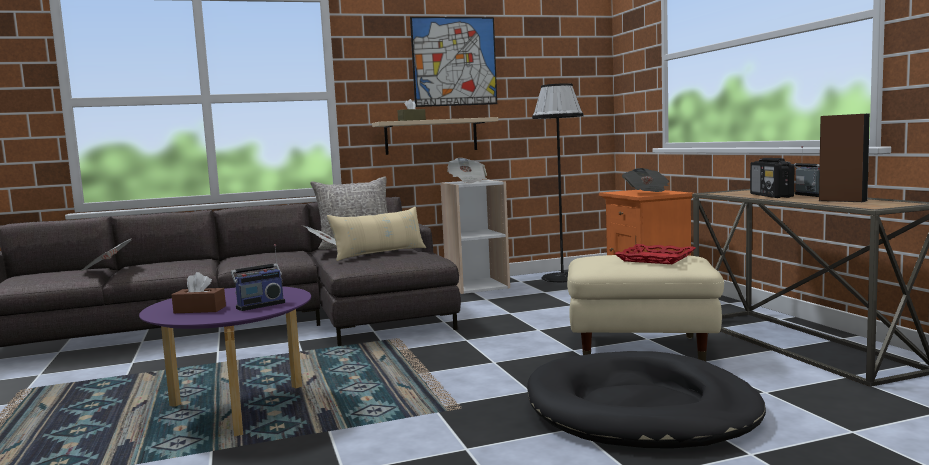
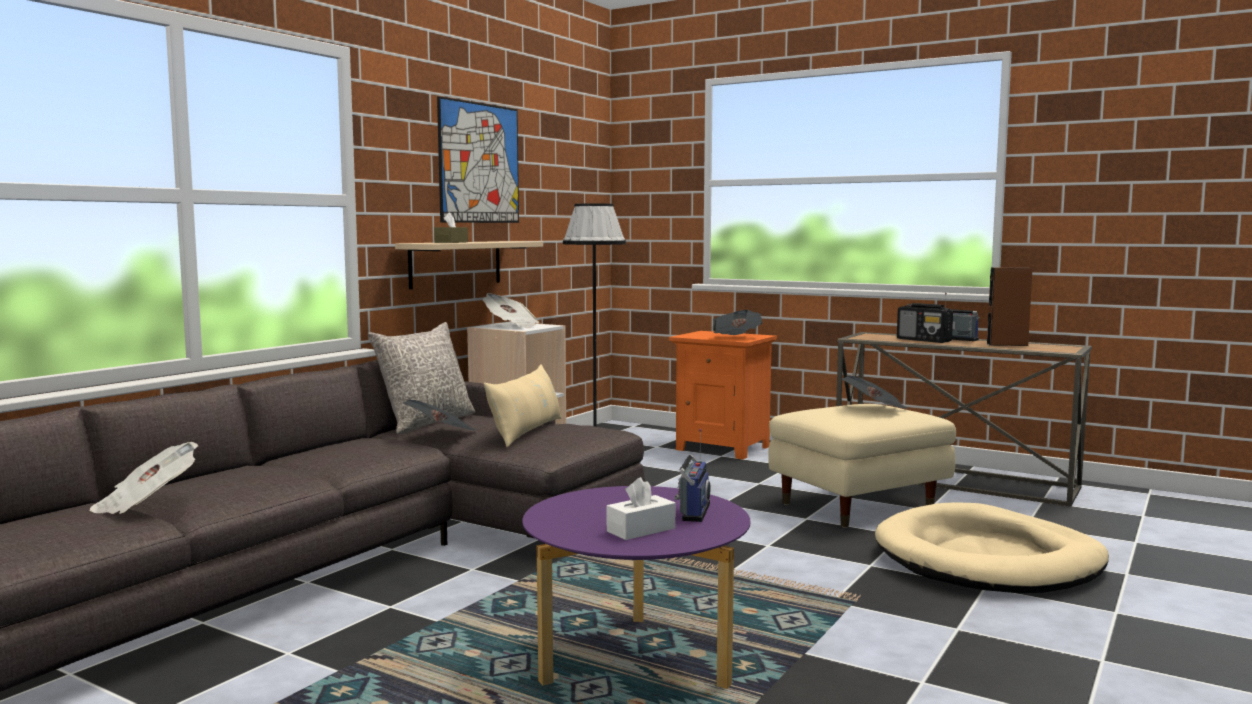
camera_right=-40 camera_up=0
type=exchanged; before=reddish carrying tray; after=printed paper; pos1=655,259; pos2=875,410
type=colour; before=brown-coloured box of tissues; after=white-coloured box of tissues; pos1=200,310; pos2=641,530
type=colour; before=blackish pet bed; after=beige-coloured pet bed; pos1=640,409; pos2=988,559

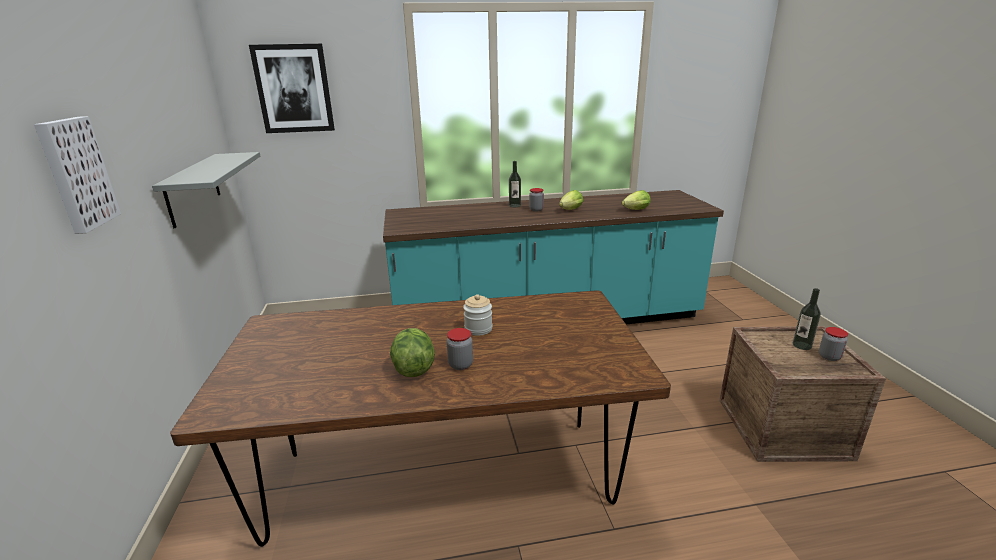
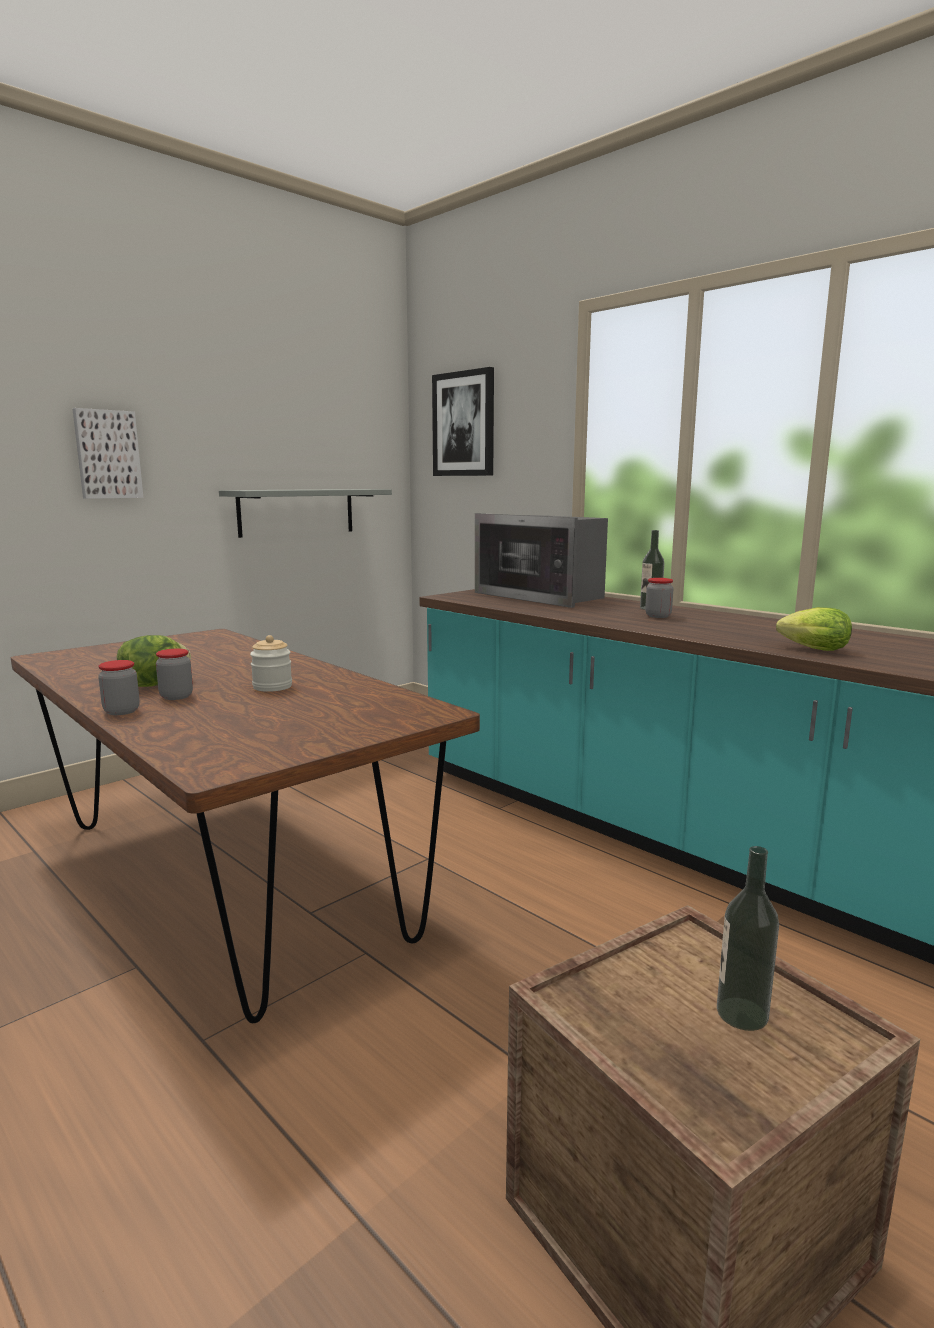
camera_right=55 camera_up=-10
type=missing; before=lettuce head; pos1=569,210
type=relocated; before=storage jar; pos1=829,357; pos2=121,711
type=appeared; after=microwave oven; pos2=543,596

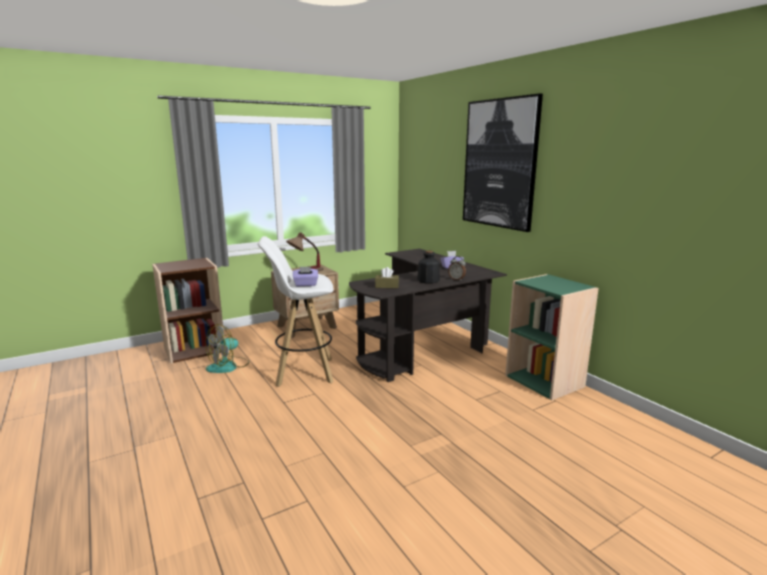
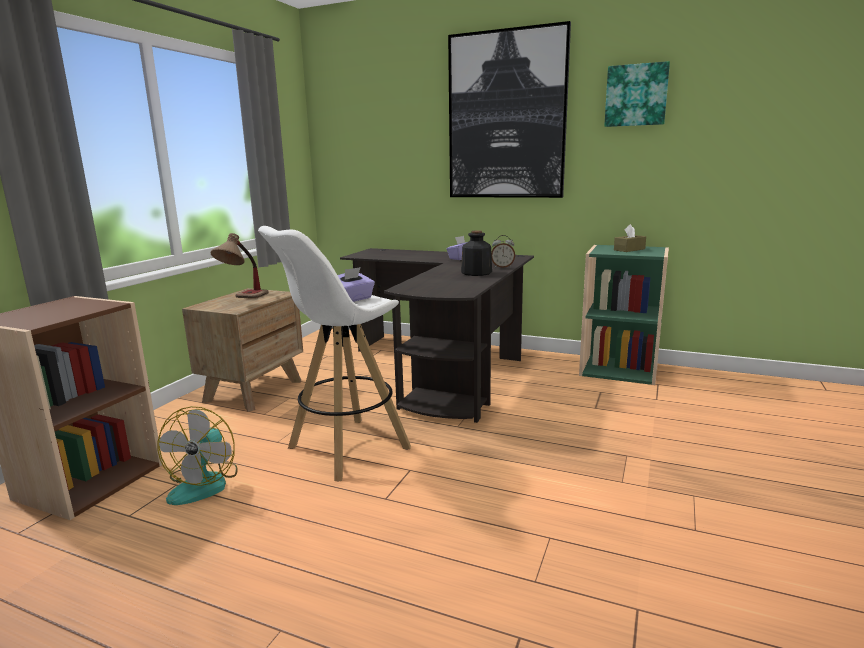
camera_right=-35 camera_up=0
type=relocated; before=brown-coloured box of tissues; pos1=387,286; pos2=629,249
type=appeared; after=wall art; pos2=636,95

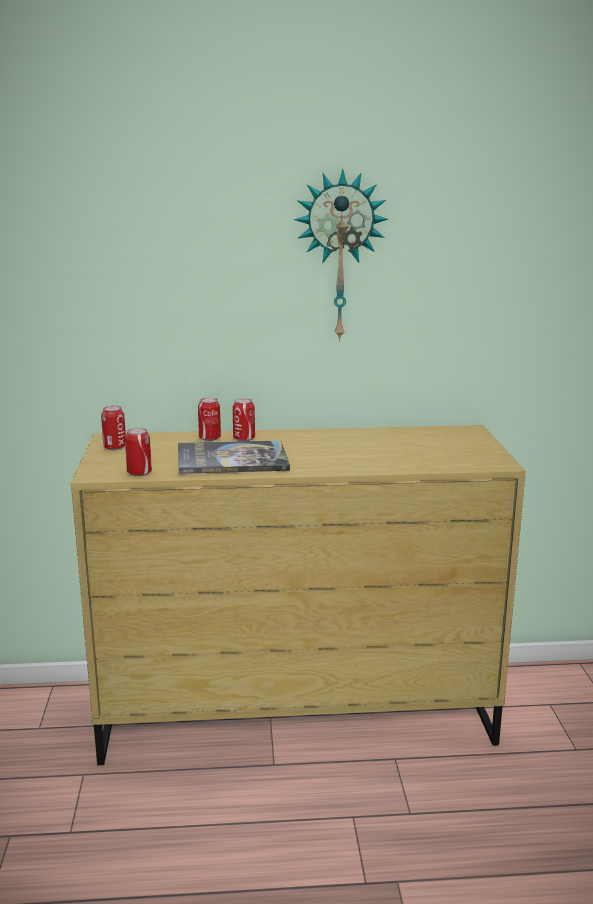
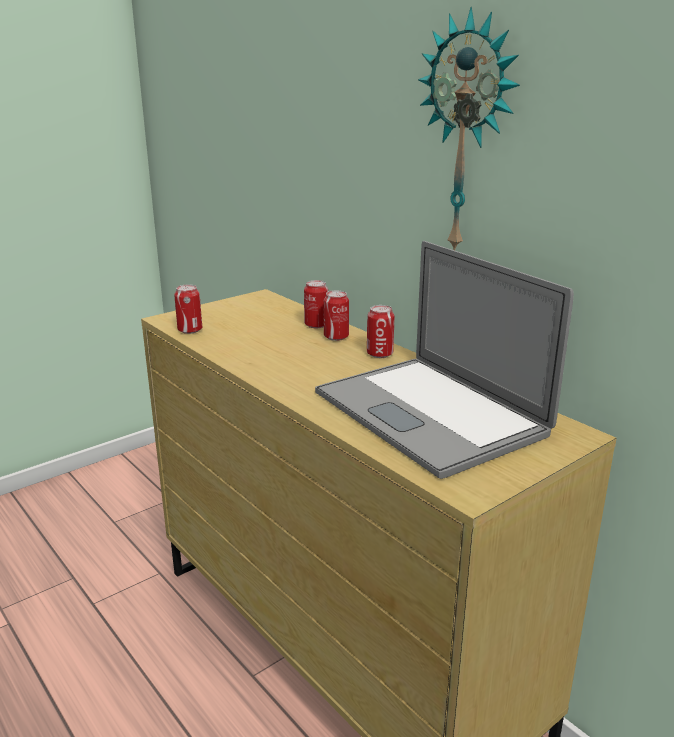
camera_right=55 camera_up=5
type=relocated; before=metal can; pos1=115,447; pos2=379,354
type=missing; before=book; pos1=232,459
type=appeared; after=laptop; pos2=428,413

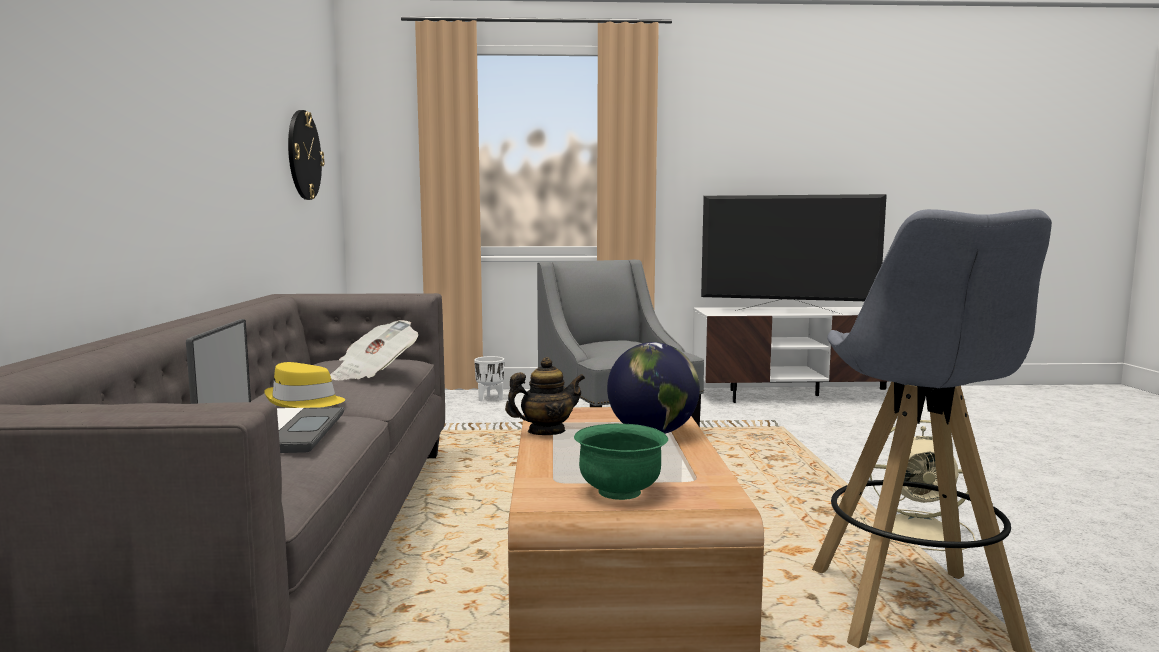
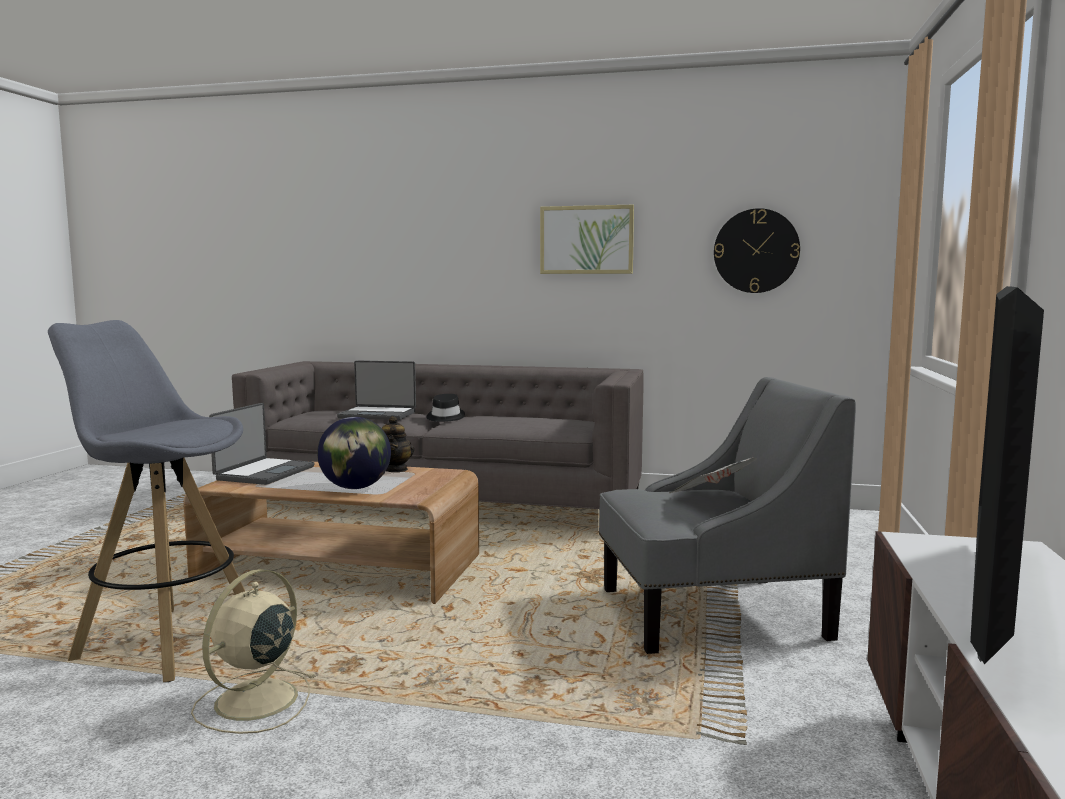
camera_right=105 camera_up=0
type=relocated; before=printed paper; pos1=373,373; pos2=711,498
type=missing; before=white-coloured plant pot; pos1=490,398
type=colour; before=yellowish hat; after=blackish hat; pos1=304,402; pos2=444,417
type=exchanged; before=green bowl; after=laptop; pos1=620,492; pos2=264,473
type=appeared; after=wall art; pos2=586,240

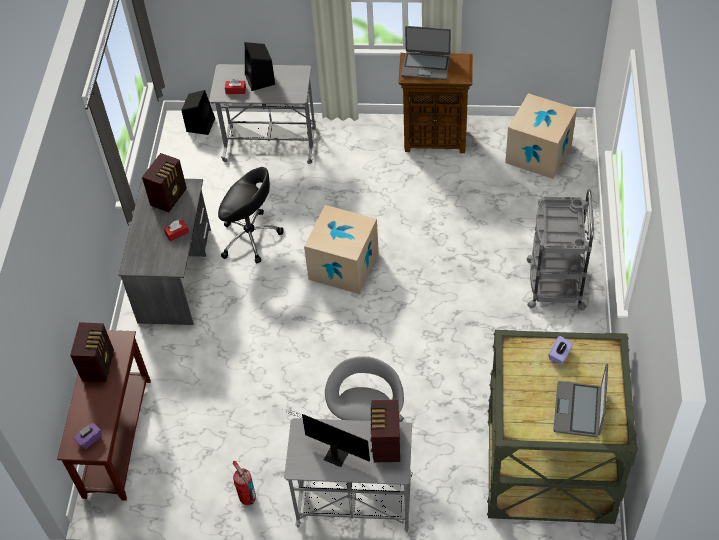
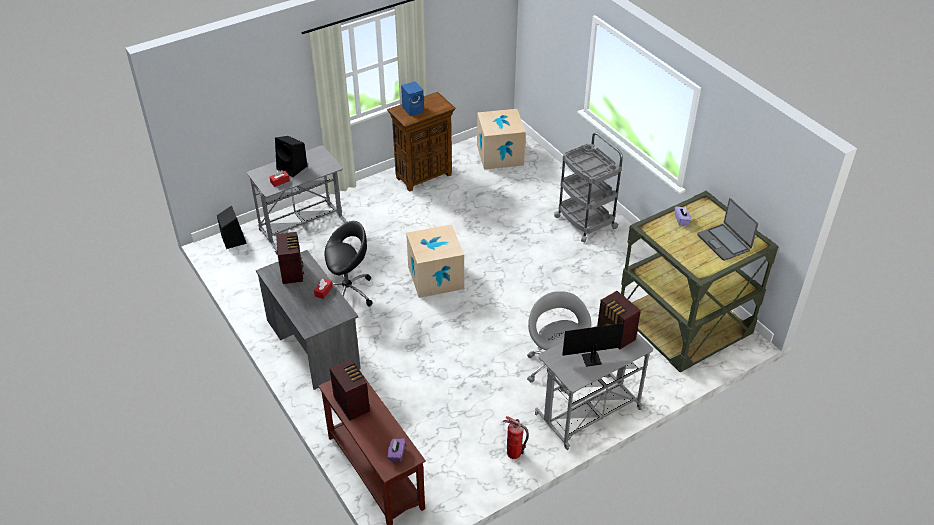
camera_right=-40 camera_up=-10
type=exchanged; before=laptop; after=blue loudspeaker; pos1=426,66; pos2=414,109

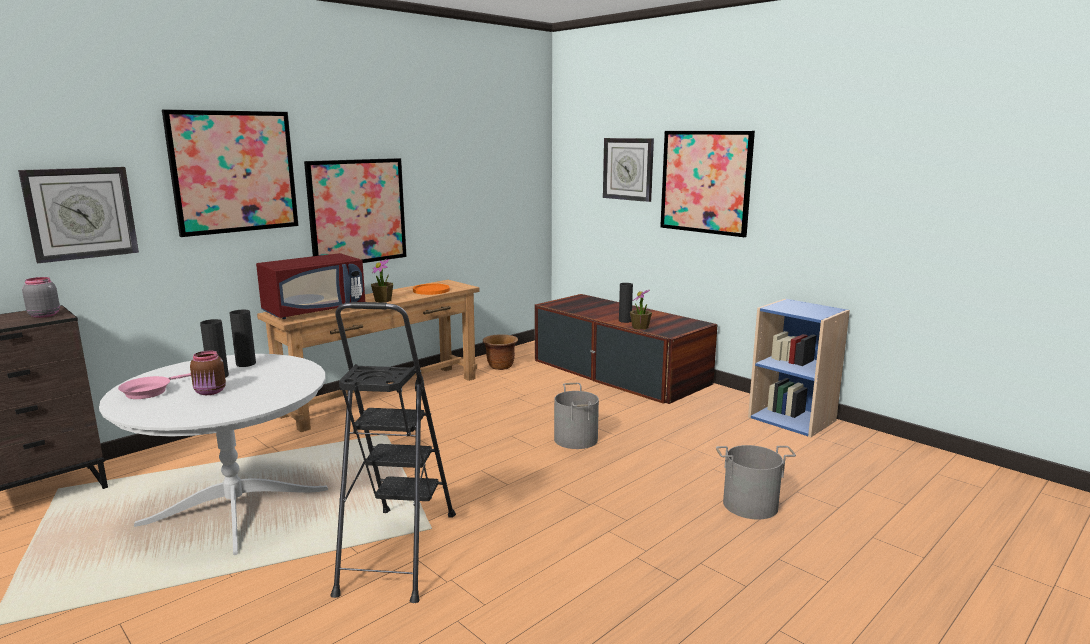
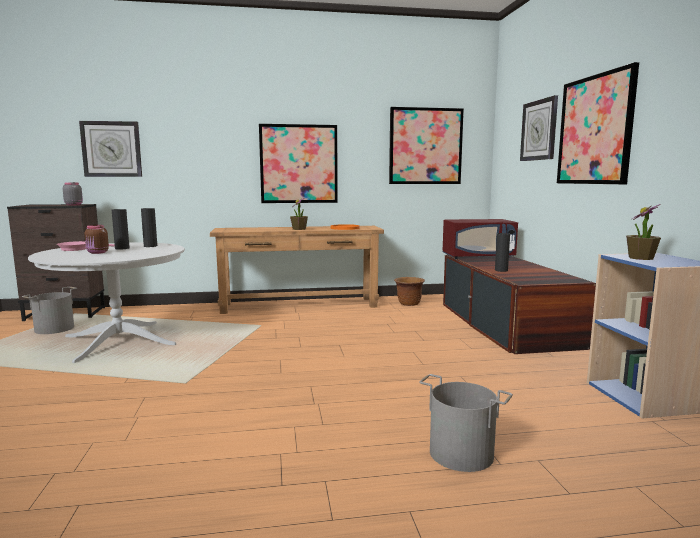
camera_right=35 camera_up=-5
type=relocated; before=wall art; pos1=234,172; pos2=425,146
type=relocated; before=reddish microwave oven; pos1=315,310; pos2=478,257
type=relocated; before=potted plant; pos1=640,327; pos2=641,258
type=missing; before=step stool; pos1=398,552
type=relocated; before=gray pail; pos1=576,439; pos2=55,329

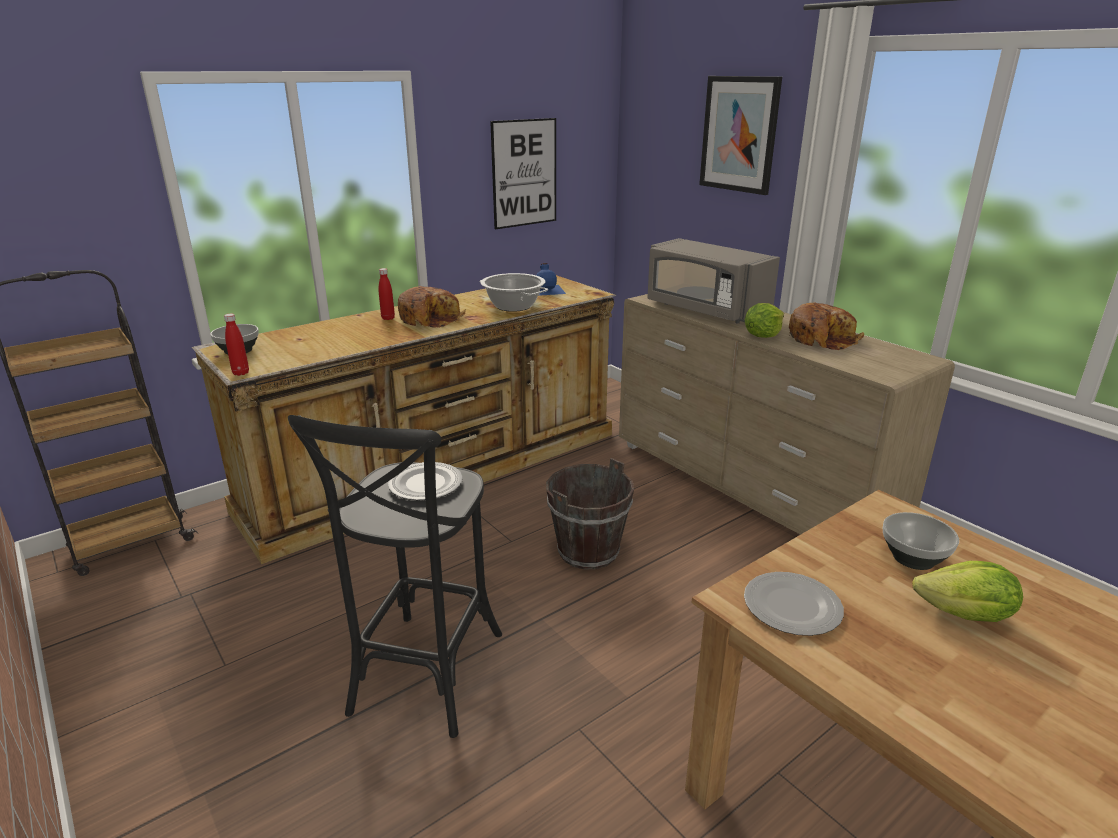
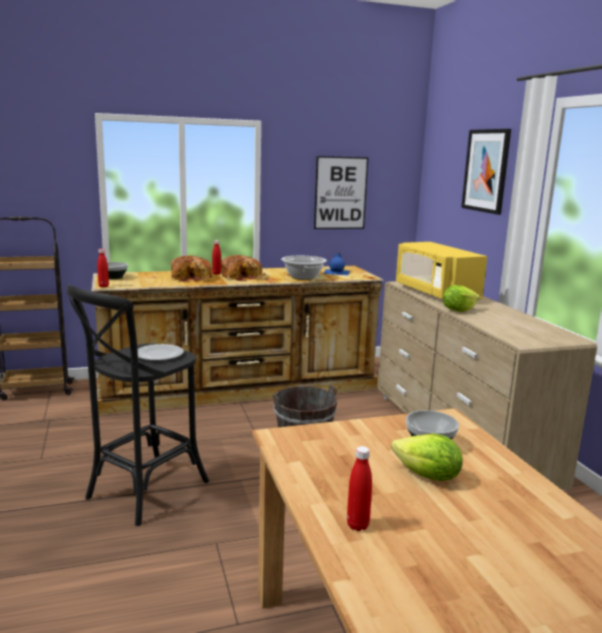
camera_right=20 camera_up=-10
type=colour; before=gray microwave oven; after=yellowish microwave oven; pos1=705,310; pos2=435,293
type=relocated; before=baked bread; pos1=822,339; pos2=192,278
type=missing; before=flat dish; pos1=793,606
type=appeared; after=reddish drink bottle; pos2=357,525

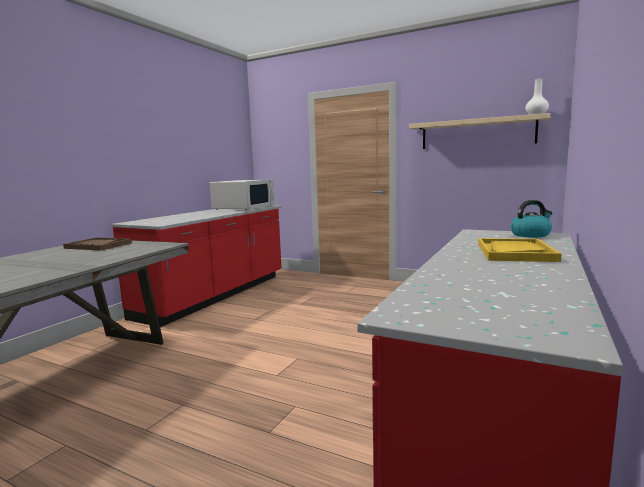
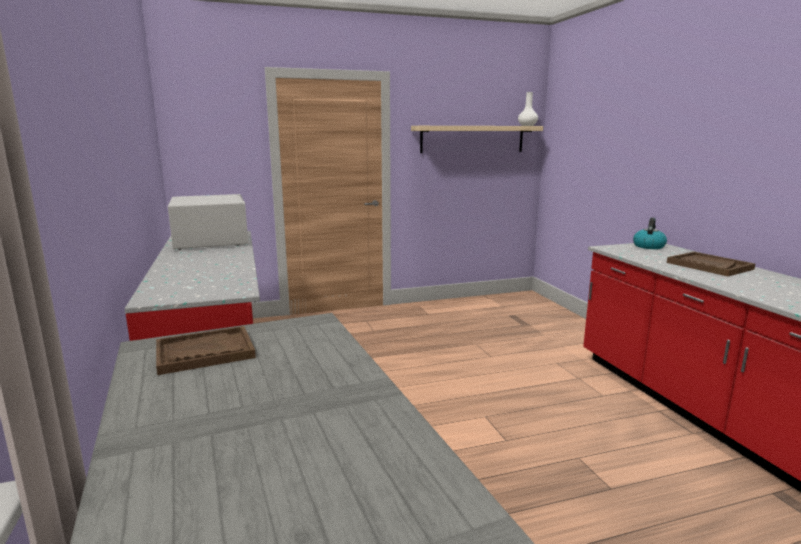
camera_right=-45 camera_up=5
type=colour; before=yellowish carrying tray; after=brown-coloured carrying tray; pos1=514,252; pos2=709,266

